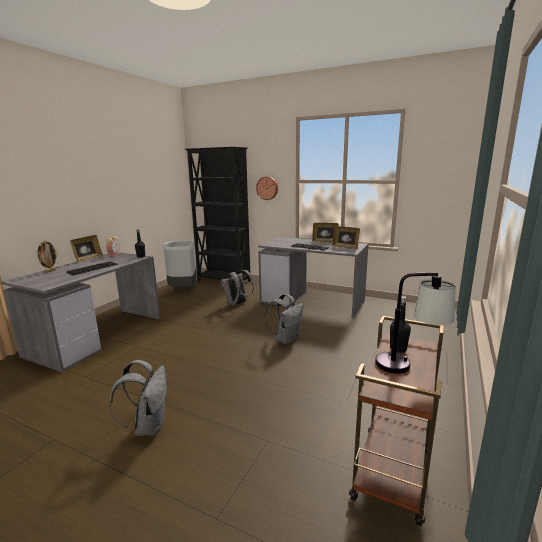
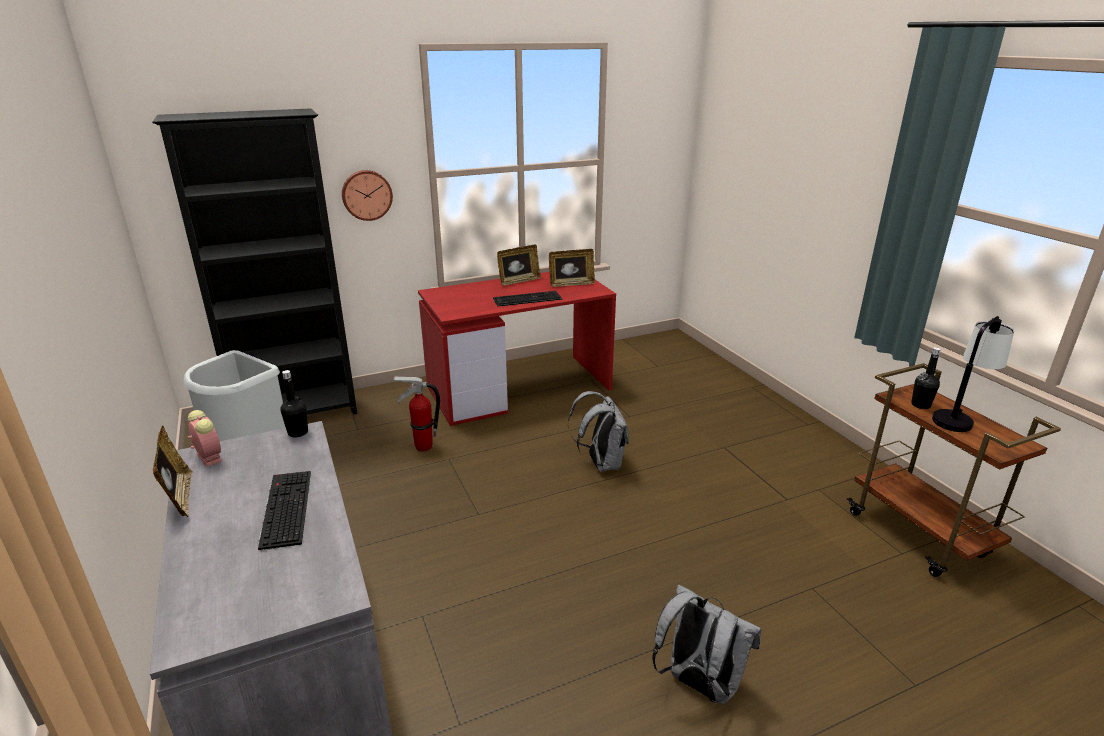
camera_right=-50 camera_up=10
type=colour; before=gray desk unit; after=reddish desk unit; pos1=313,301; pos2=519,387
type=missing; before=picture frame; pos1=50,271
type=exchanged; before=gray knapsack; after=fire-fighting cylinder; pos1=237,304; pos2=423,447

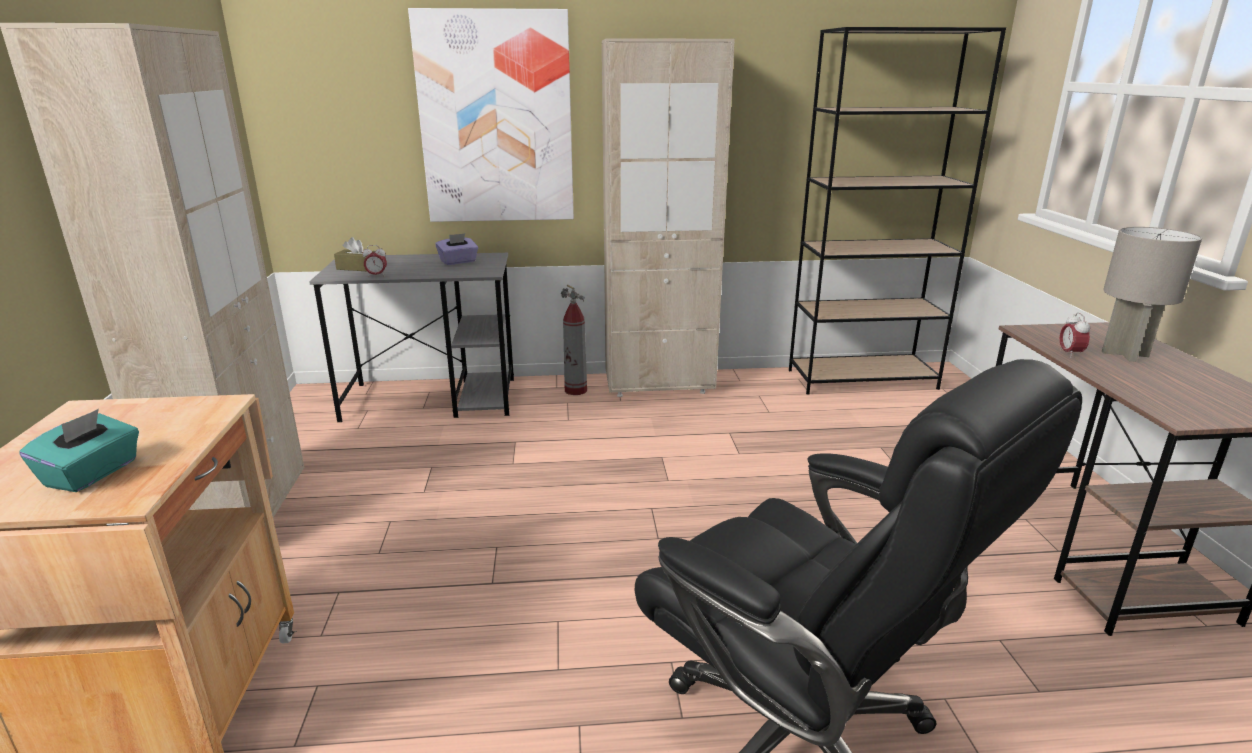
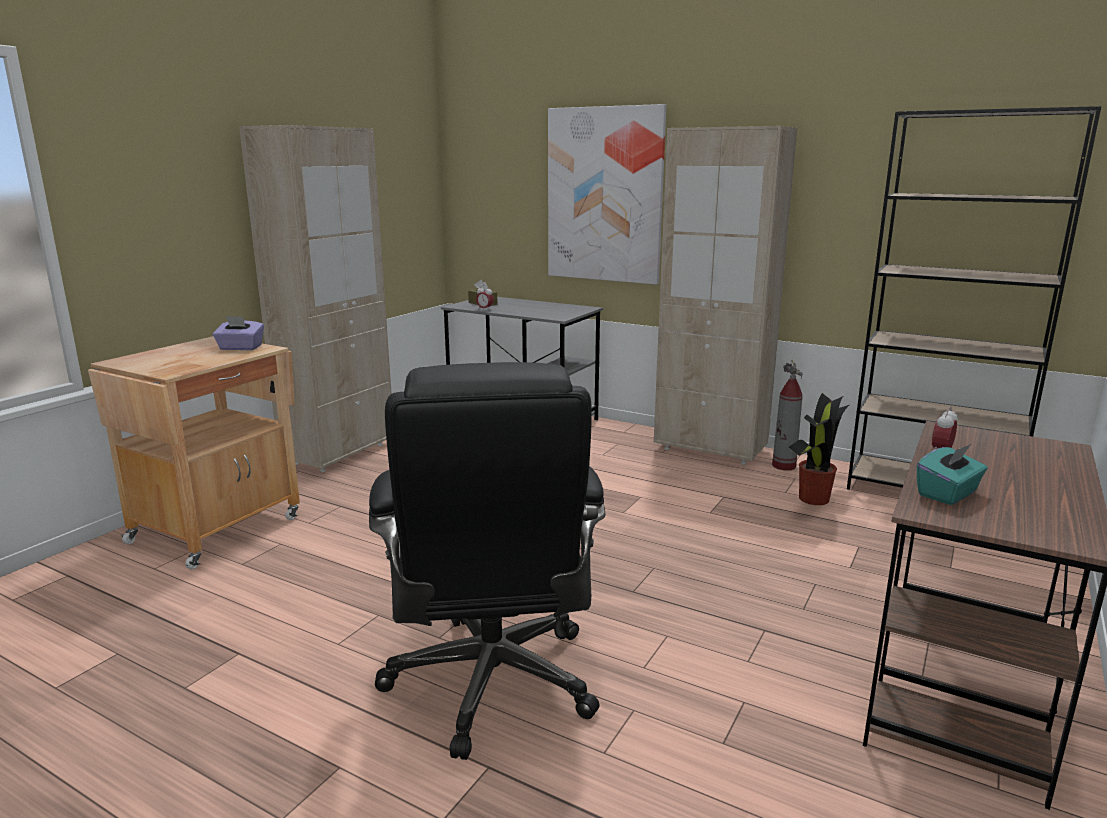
camera_right=35 camera_up=-5
type=missing; before=gray tabletop lamp; pos1=1124,354
type=relocated; before=purplish box of tissues; pos1=458,262; pos2=240,348
type=relocated; before=fire-fighting cylinder; pos1=576,390; pos2=784,466
type=relocated; before=turquoise box of tissues; pos1=93,474; pos2=948,494
type=appeared; after=potted plant; pos2=813,499

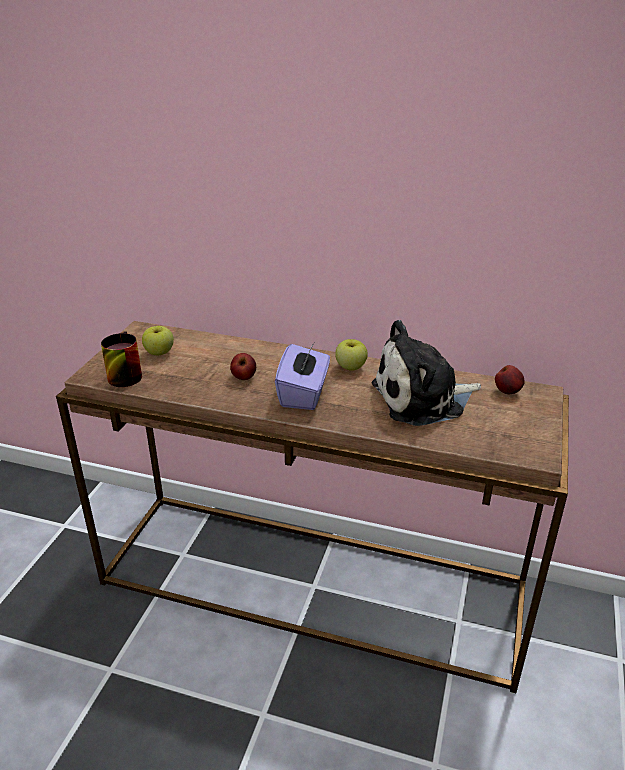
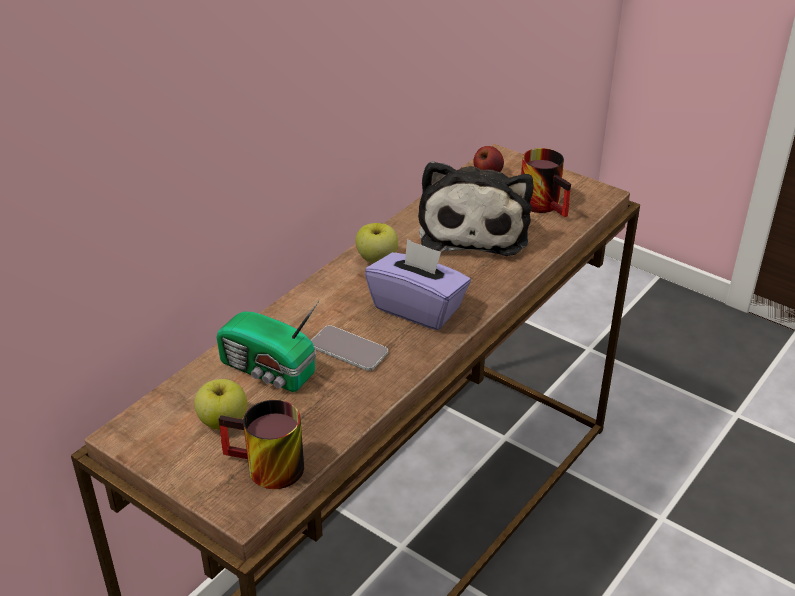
camera_right=-70 camera_up=5
type=exchanged; before=whole apple; after=telephone; pos1=243,377; pos2=348,349
type=appeared; after=mug; pos2=547,204
type=appeared; after=radio; pos2=268,371

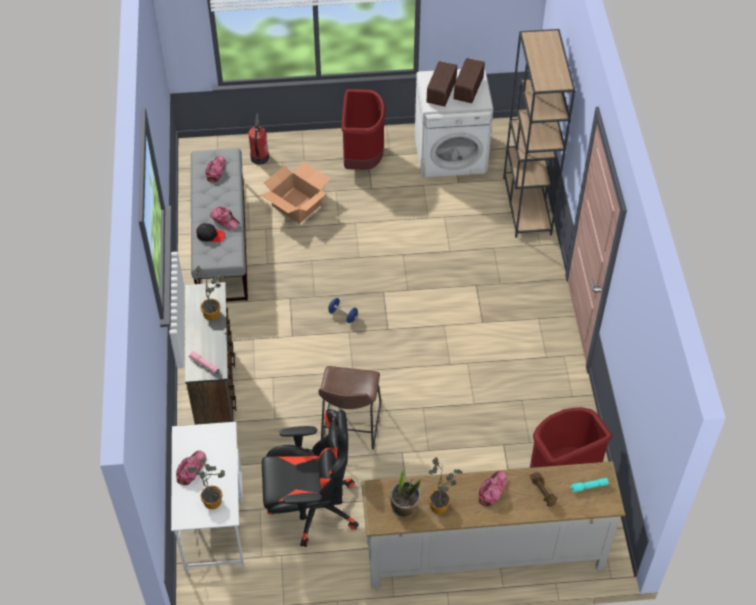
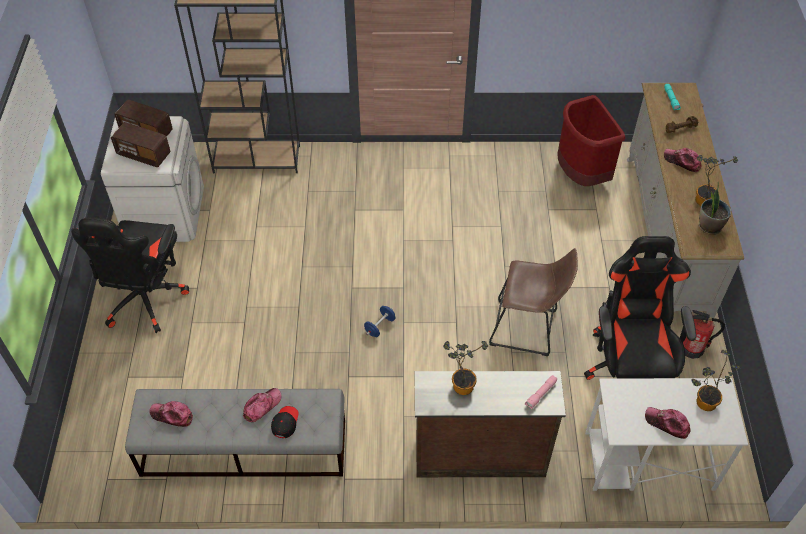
camera_right=-85 camera_up=0
type=exchanged; before=reddish rubbish bin; after=blackish desk chair; pos1=362,158; pos2=147,293
type=relocated; before=fire-fighting cylinder; pos1=259,158; pos2=692,348
type=missing; before=cardboard box; pos1=296,205

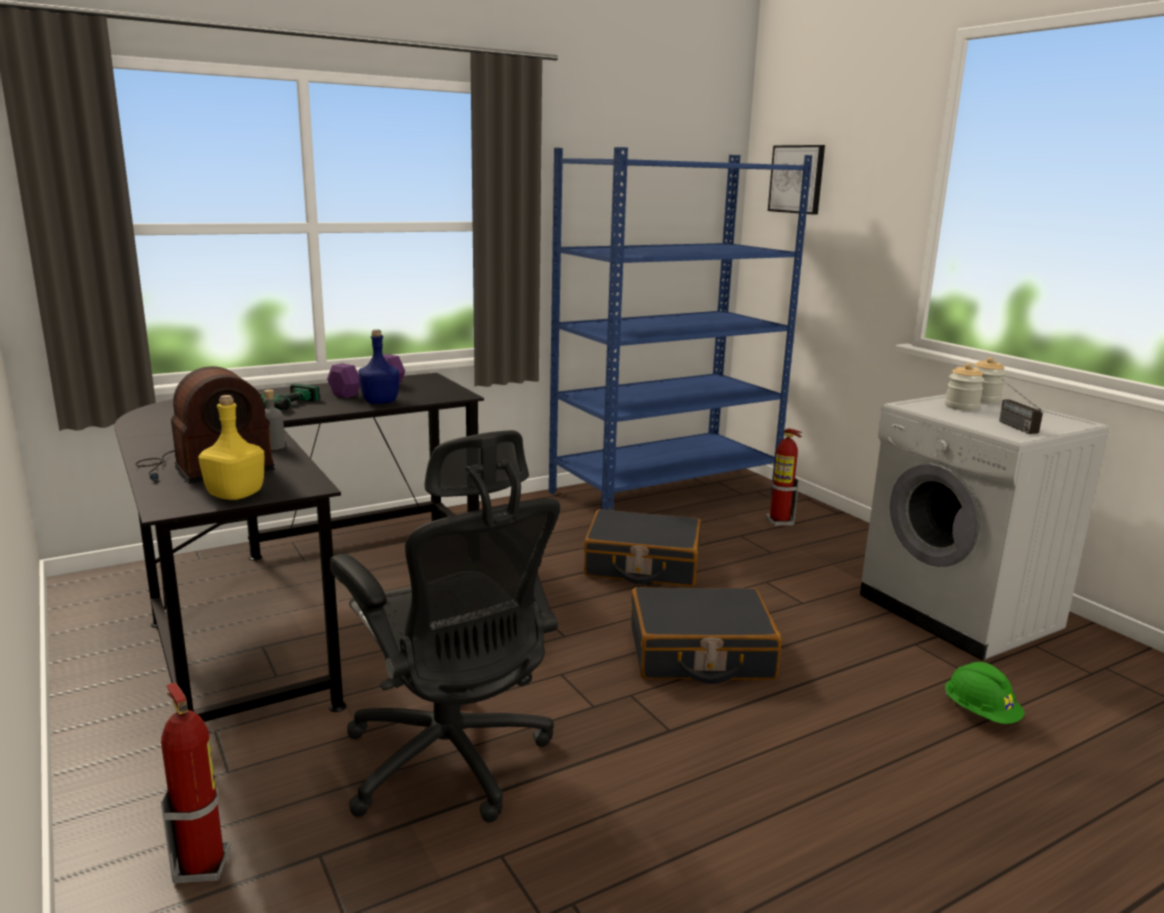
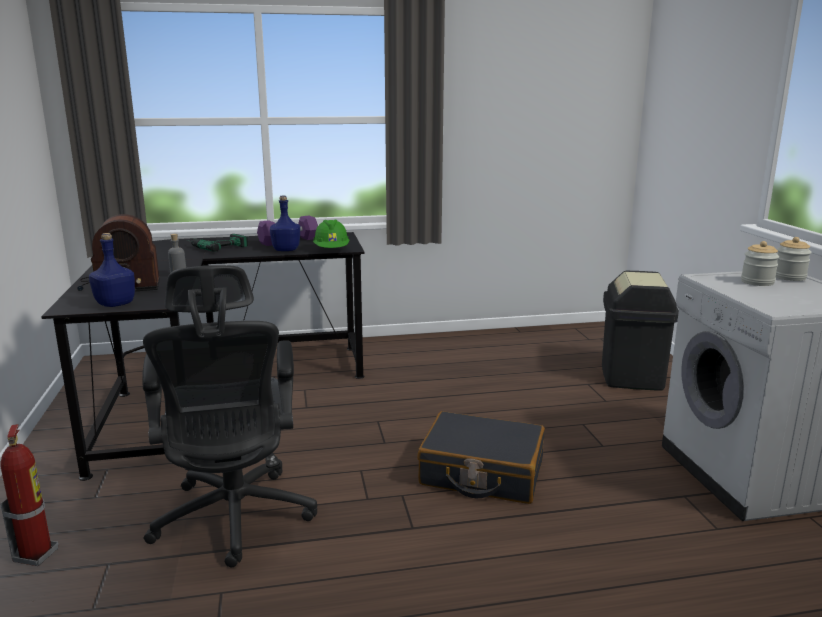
camera_right=20 camera_up=0
type=missing; before=wall art; pos1=797,179
type=missing; before=blue shelving unit; pos1=664,493
type=missing; before=radio; pos1=1009,424
type=colour; before=yellowish drink bottle; after=blue drink bottle; pos1=236,495; pos2=116,304
type=exchanged; before=fire-fighting cylinder; after=blackish rubbish bin; pos1=779,522; pos2=632,377
type=missing; before=blackish suitcase; pos1=642,565
type=relocated; before=green safety helmet; pos1=980,713; pos2=331,251

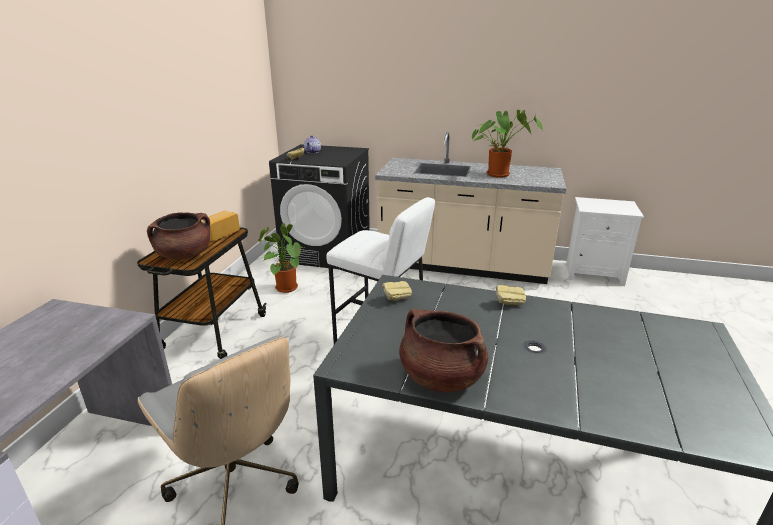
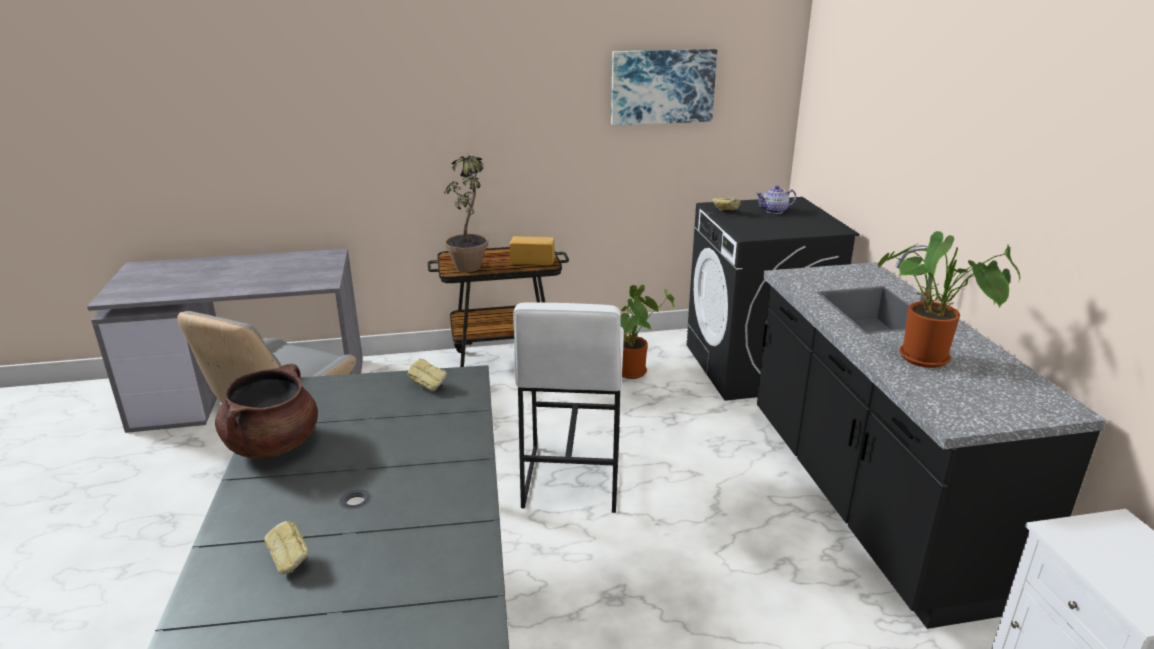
camera_right=65 camera_up=0
type=colour; before=beige-coloured kitchen counter; after=blackish kitchen counter; pos1=463,266; pos2=869,501
type=exchanged; before=brown-coloured saucepot; after=potted plant; pos1=184,255; pos2=471,263
type=relocated; before=baked bread; pos1=508,304; pos2=290,562
type=appeared; after=wall art; pos2=662,86

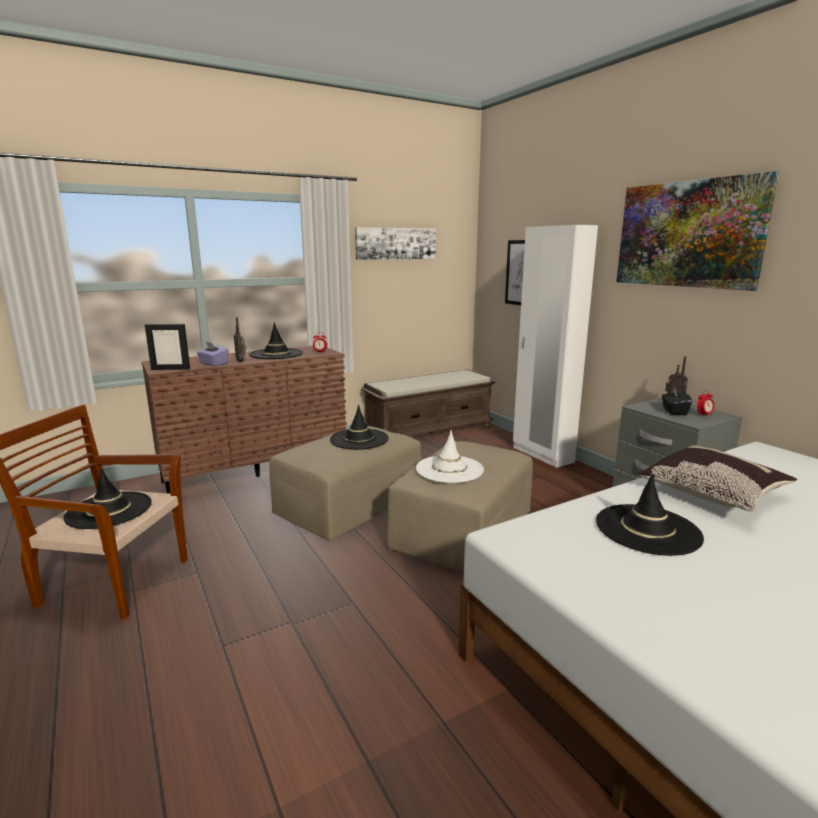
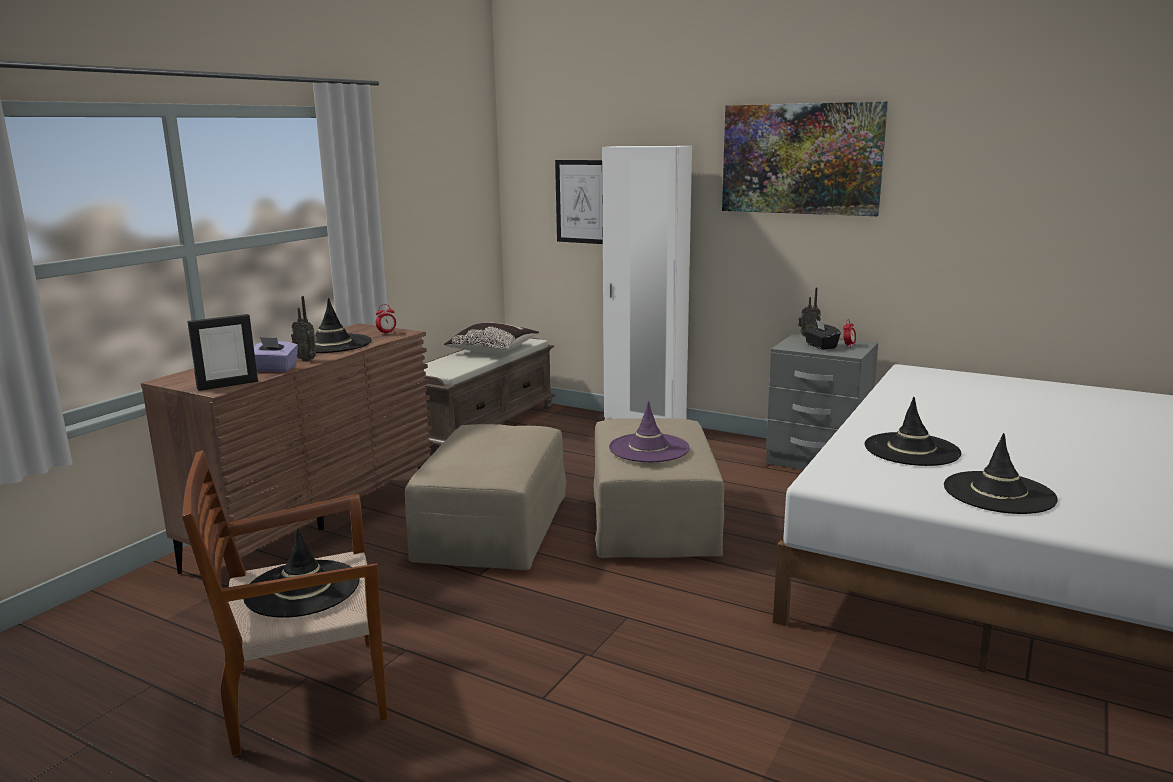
camera_right=-30 camera_up=0
type=missing; before=wall art; pos1=396,243
type=relocated; before=blackish hat; pos1=359,439; pos2=998,493
type=colour; before=white-coloured hat; after=purplish hat; pos1=449,469; pos2=649,448
type=relocated; before=cushion; pos1=713,493; pos2=493,350

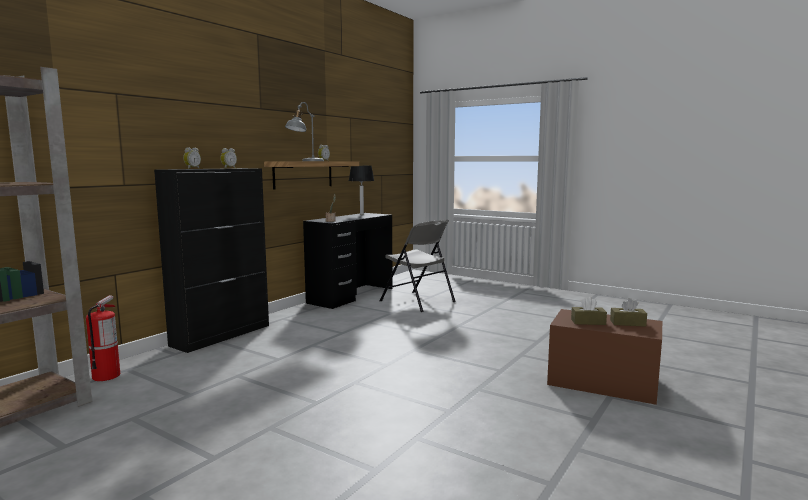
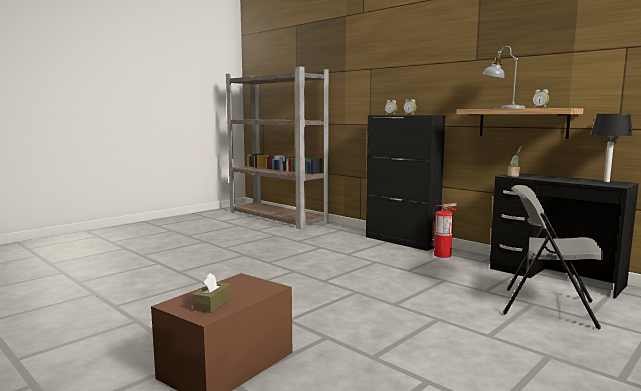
camera_right=100 camera_up=0
type=spun; before=gray plain chair; pos1=417,301; pos2=548,307; turn=60
type=relocated; before=fire-fighting cylinder; pos1=106,376; pos2=442,255
type=missing; before=brown-coloured box of tissues; pos1=588,322

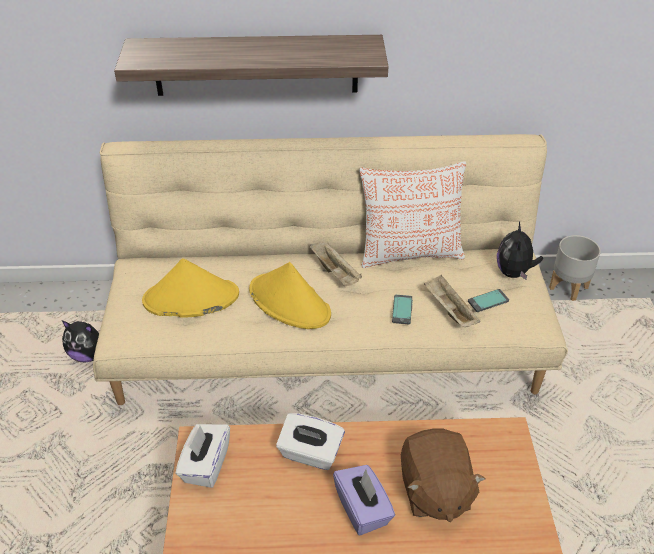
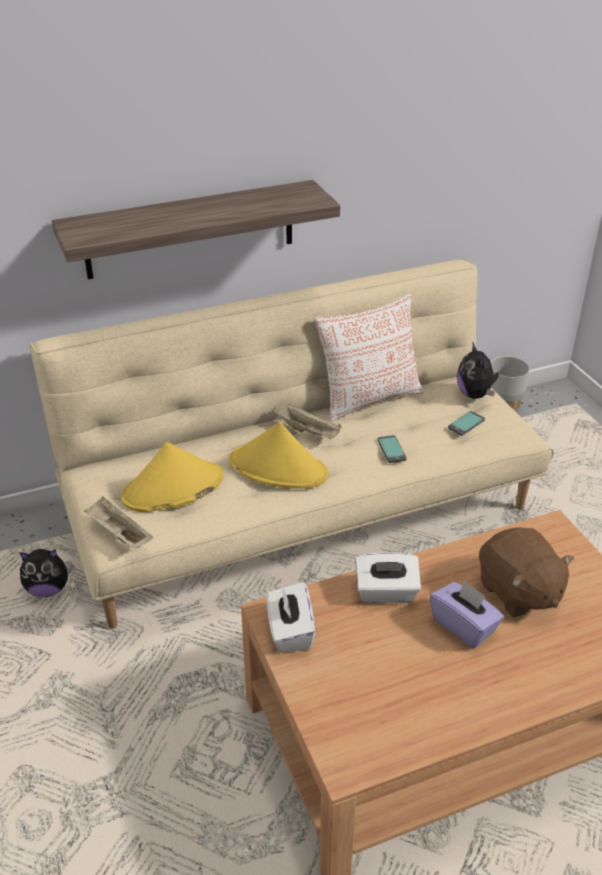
camera_right=-20 camera_up=-5
type=relocated; before=beige-coloured carrying tray; pos1=449,310; pos2=118,534

